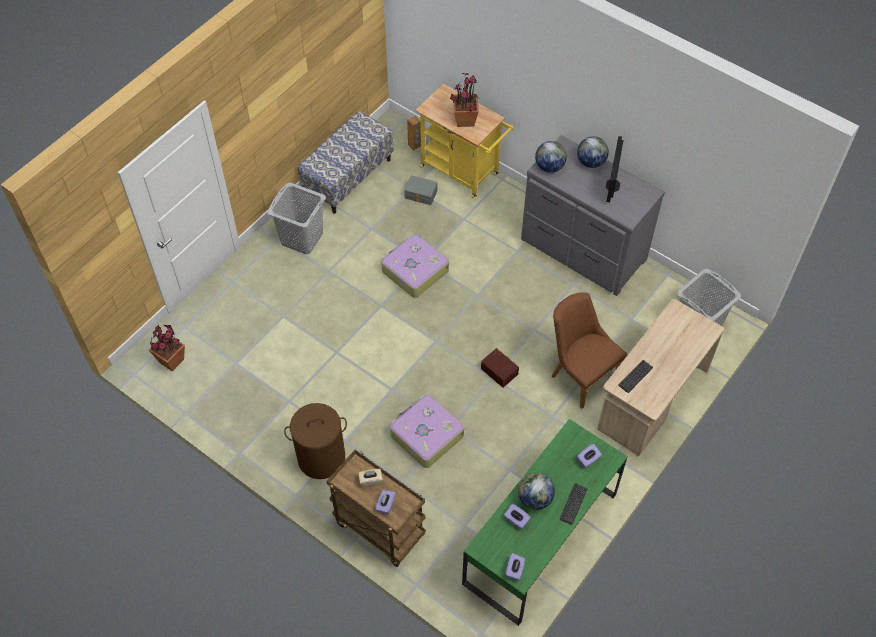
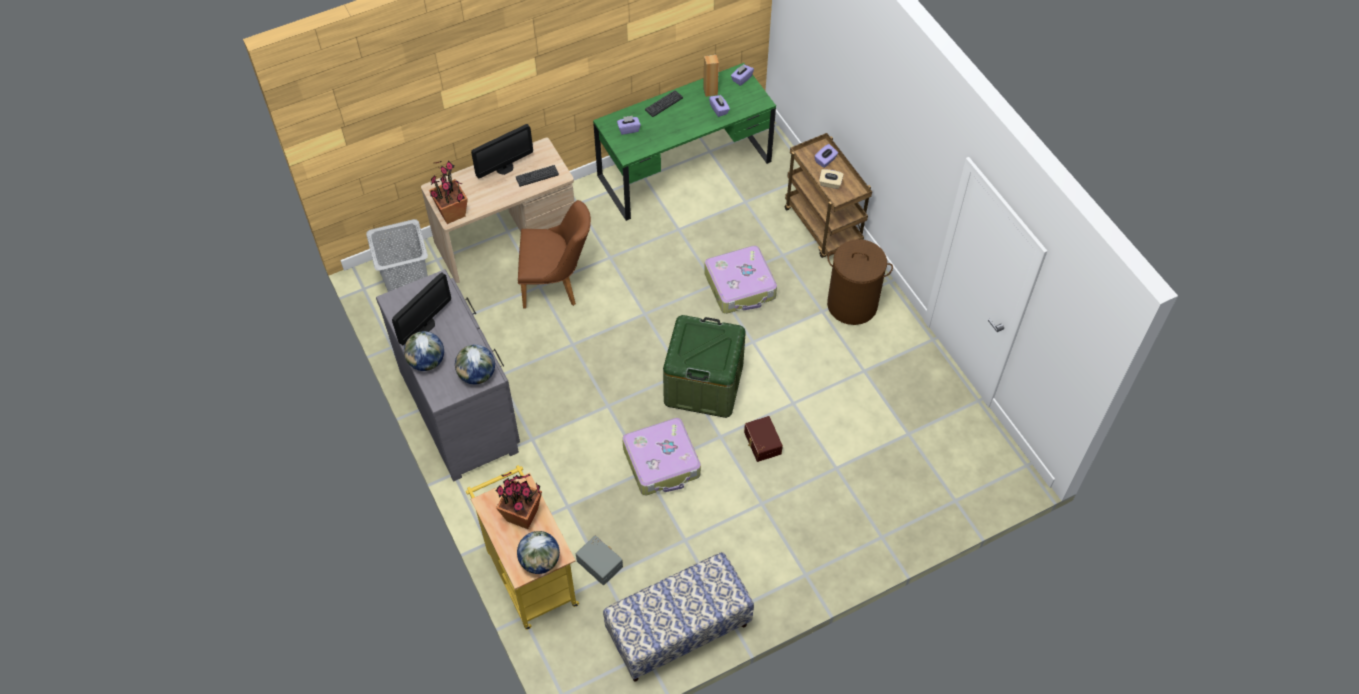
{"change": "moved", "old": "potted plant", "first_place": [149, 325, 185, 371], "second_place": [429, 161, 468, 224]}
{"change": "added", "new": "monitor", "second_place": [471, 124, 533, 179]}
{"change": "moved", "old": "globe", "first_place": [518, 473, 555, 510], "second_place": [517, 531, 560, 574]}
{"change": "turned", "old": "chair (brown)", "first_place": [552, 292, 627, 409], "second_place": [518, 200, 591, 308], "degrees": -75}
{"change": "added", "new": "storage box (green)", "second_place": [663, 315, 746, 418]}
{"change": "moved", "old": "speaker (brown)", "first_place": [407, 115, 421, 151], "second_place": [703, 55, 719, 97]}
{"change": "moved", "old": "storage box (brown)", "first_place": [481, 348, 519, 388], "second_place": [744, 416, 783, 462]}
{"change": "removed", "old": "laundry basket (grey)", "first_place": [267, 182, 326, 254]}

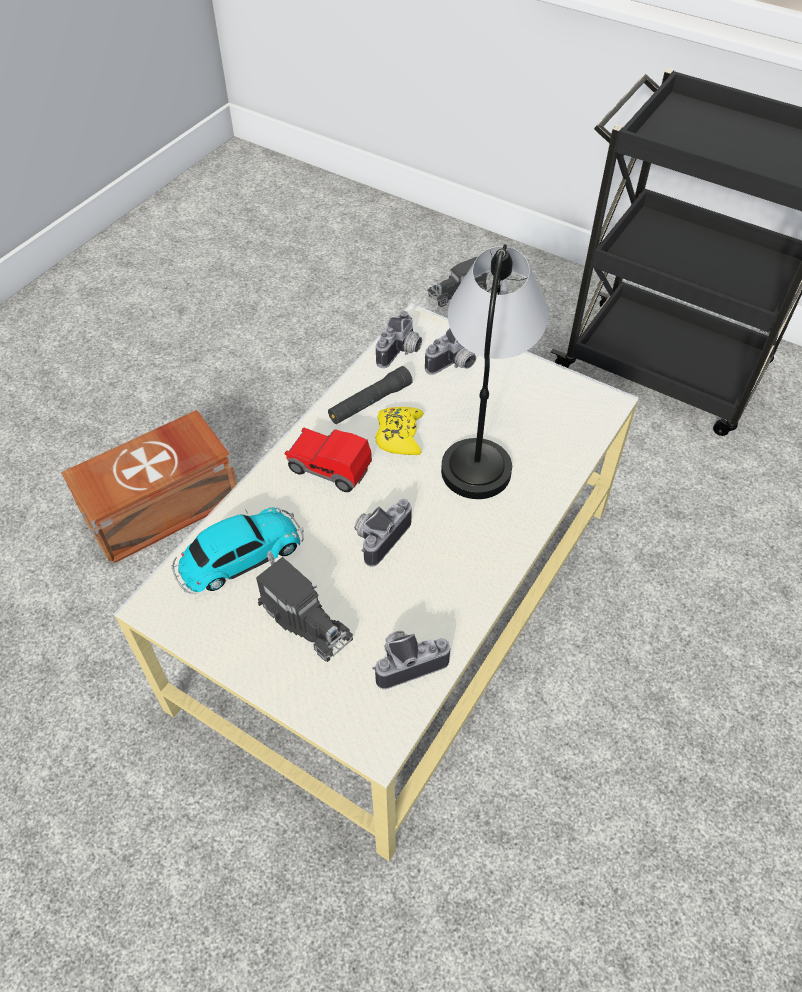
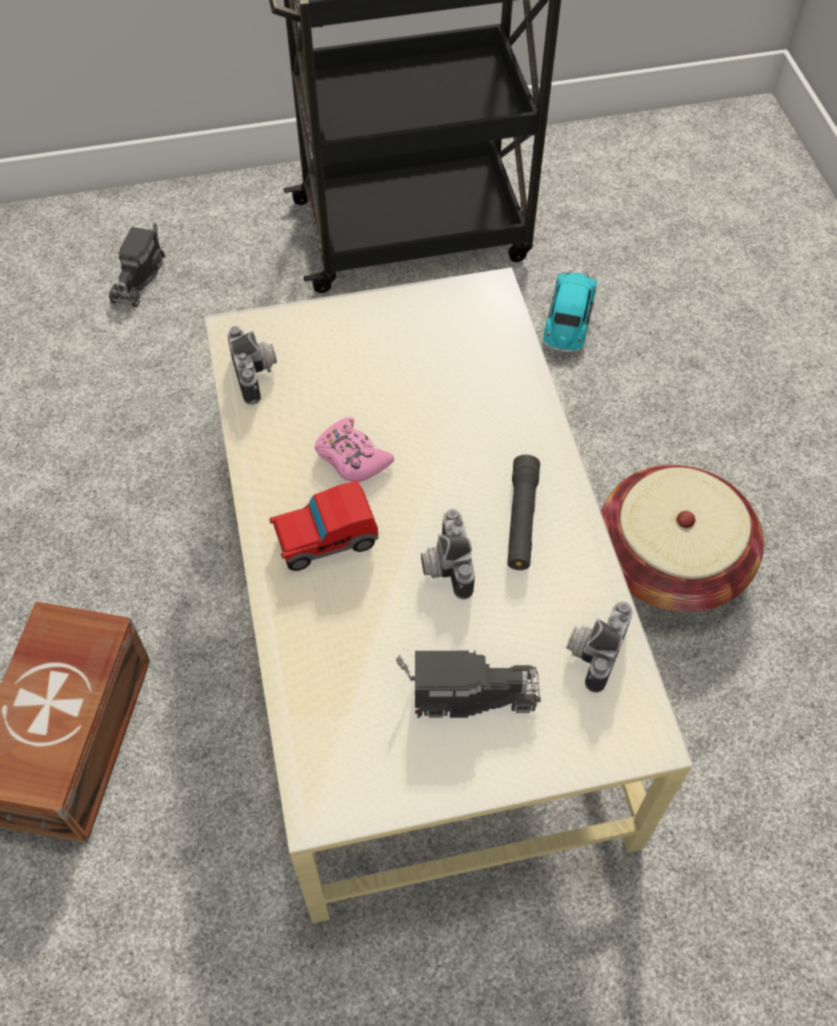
{"change": "recoloured", "old": "game controller (yellow)", "new": "game controller (pink)", "first_place": [375, 407, 424, 455], "second_place": [314, 417, 394, 482]}
{"change": "moved", "old": "flashlight (black)", "first_place": [328, 366, 413, 424], "second_place": [507, 455, 540, 570]}
{"change": "moved", "old": "toy car", "first_place": [171, 508, 304, 594], "second_place": [543, 270, 597, 353]}
{"change": "added", "new": "basket", "second_place": [601, 465, 764, 612]}
{"change": "removed", "old": "photo camera", "first_place": [425, 328, 476, 375]}
{"change": "removed", "old": "table lamp", "first_place": [441, 244, 548, 499]}

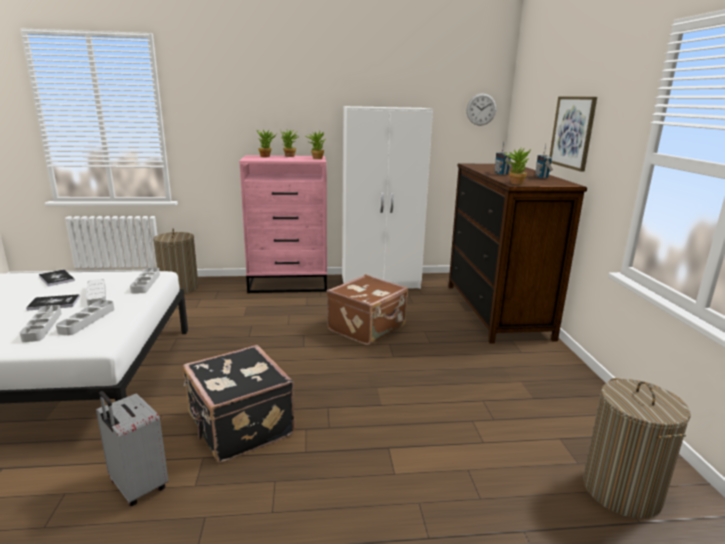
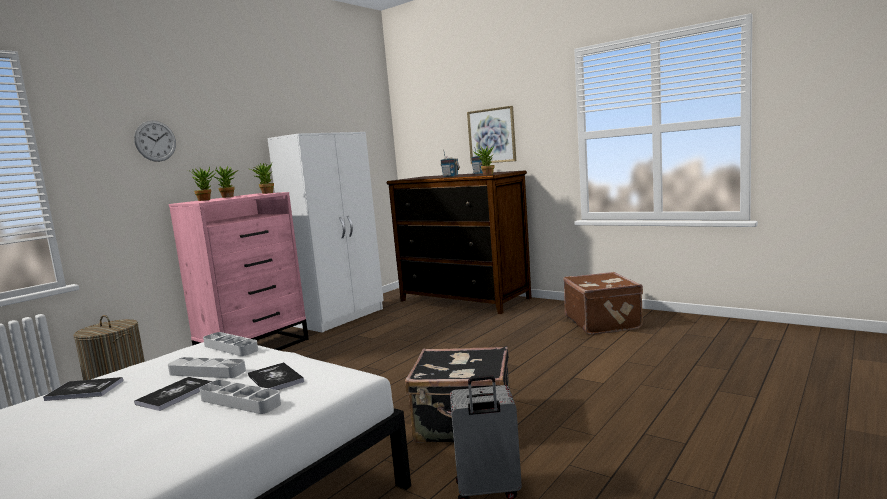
{"change": "moved", "old": "wall clock", "first_place": [467, 93, 496, 126], "second_place": [134, 120, 176, 162]}
{"change": "replaced", "old": "tray (grey)", "new": "book", "first_place": [56, 300, 114, 335], "second_place": [248, 362, 304, 390]}
{"change": "moved", "old": "suitcase (brown)", "first_place": [326, 275, 408, 345], "second_place": [563, 272, 643, 334]}
{"change": "removed", "old": "laundry basket", "first_place": [583, 378, 691, 518]}

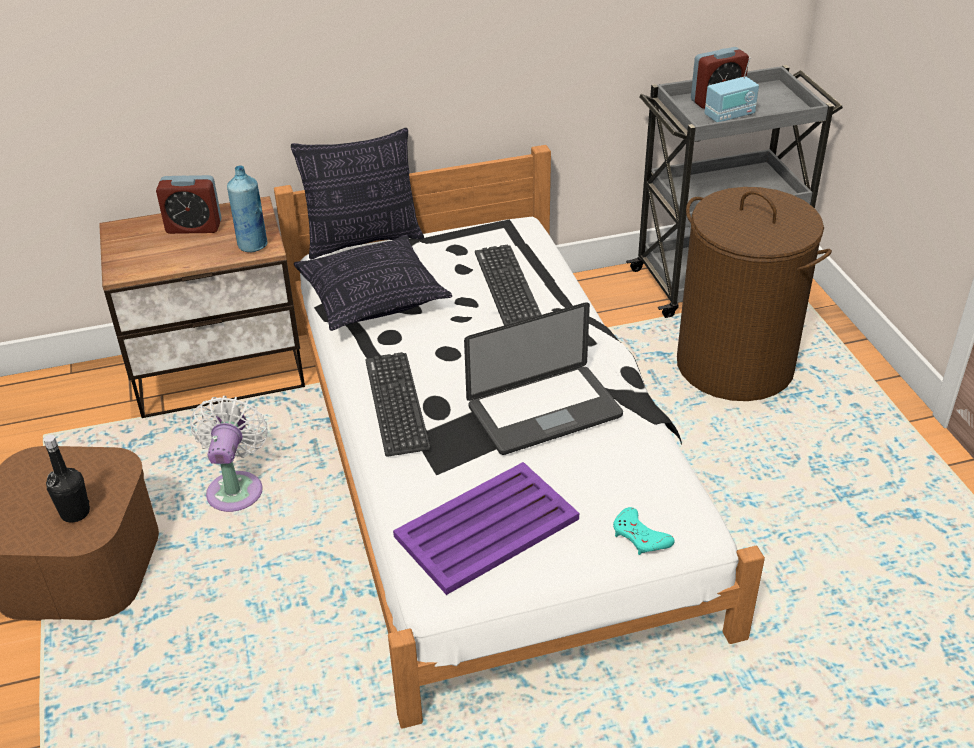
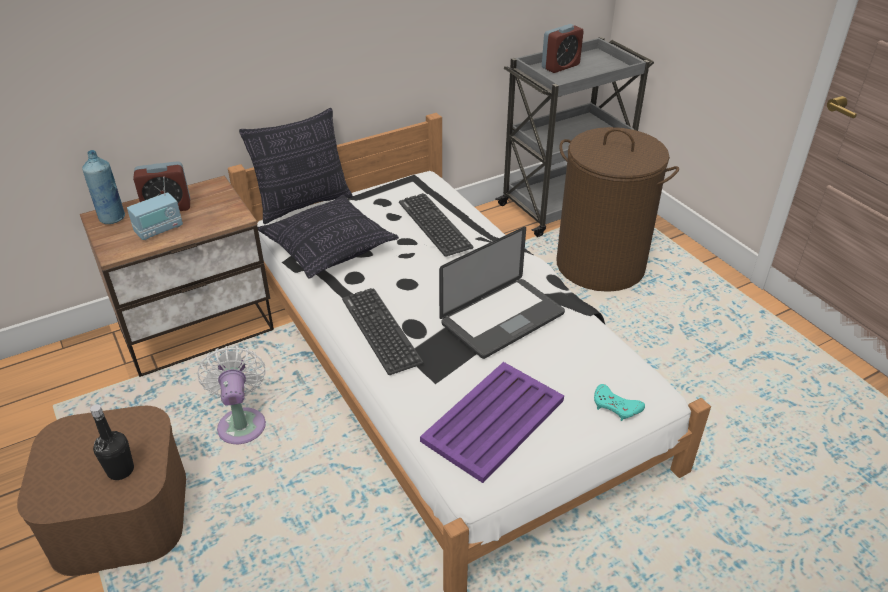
{"change": "moved", "old": "bottle (blue)", "first_place": [227, 165, 267, 252], "second_place": [82, 150, 125, 224]}
{"change": "moved", "old": "radio", "first_place": [705, 57, 759, 122], "second_place": [127, 177, 183, 240]}

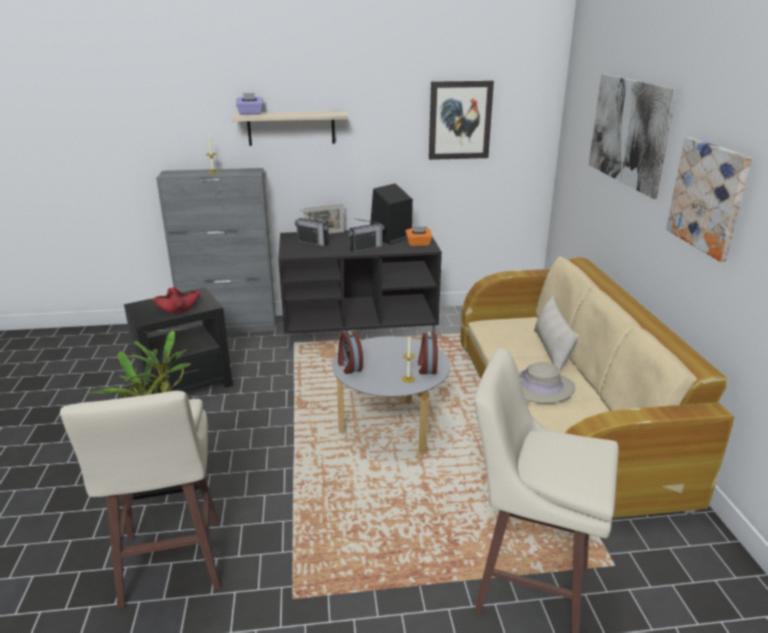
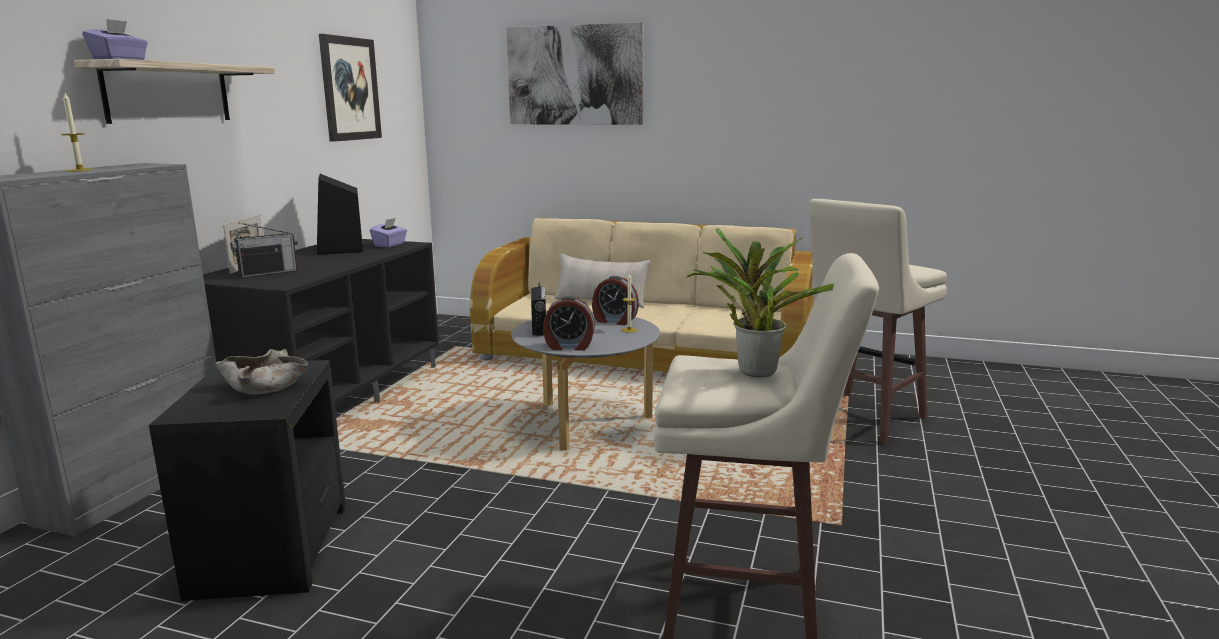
{"change": "recoloured", "old": "bowl (red)", "new": "bowl (beige)", "first_place": [152, 287, 201, 313], "second_place": [215, 349, 308, 395]}
{"change": "recoloured", "old": "tissue box (orange)", "new": "tissue box (purple)", "first_place": [406, 226, 432, 246], "second_place": [370, 218, 407, 247]}
{"change": "moved", "old": "radio", "first_place": [348, 219, 384, 252], "second_place": [531, 282, 547, 336]}
{"change": "removed", "old": "hat (beige)", "first_place": [519, 362, 575, 403]}
{"change": "removed", "old": "picture", "first_place": [666, 137, 752, 261]}

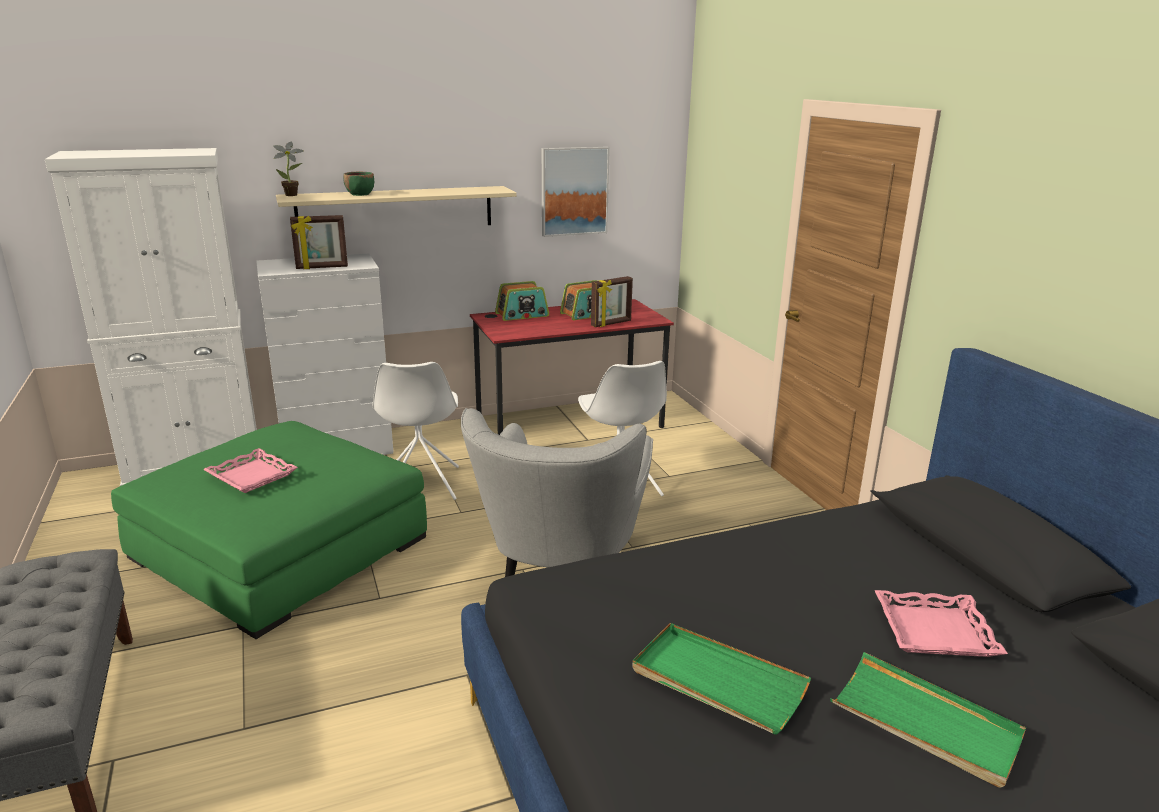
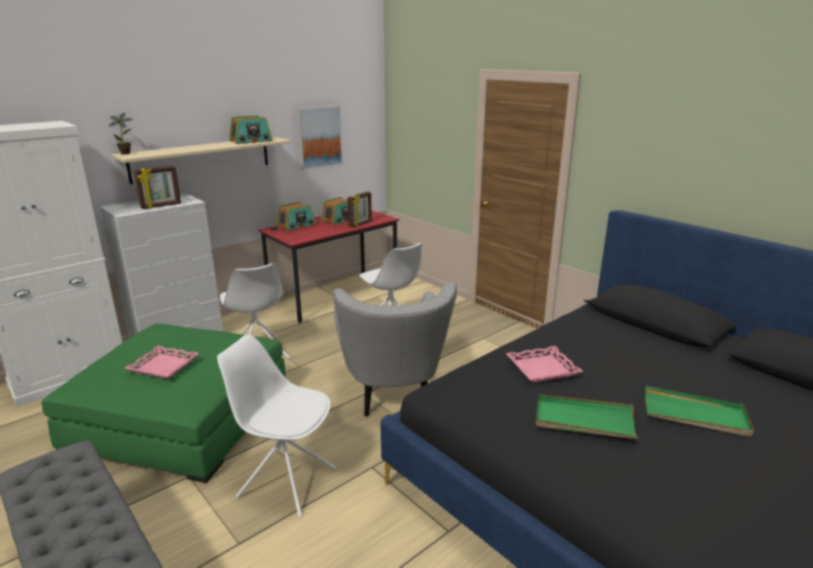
{"change": "added", "new": "chair (white)", "second_place": [217, 335, 336, 518]}
{"change": "added", "new": "radio", "second_place": [229, 115, 273, 144]}
{"change": "moved", "old": "tray (pink)", "first_place": [875, 590, 1008, 657], "second_place": [506, 346, 583, 383]}
{"change": "removed", "old": "bowl (green)", "first_place": [343, 172, 374, 196]}

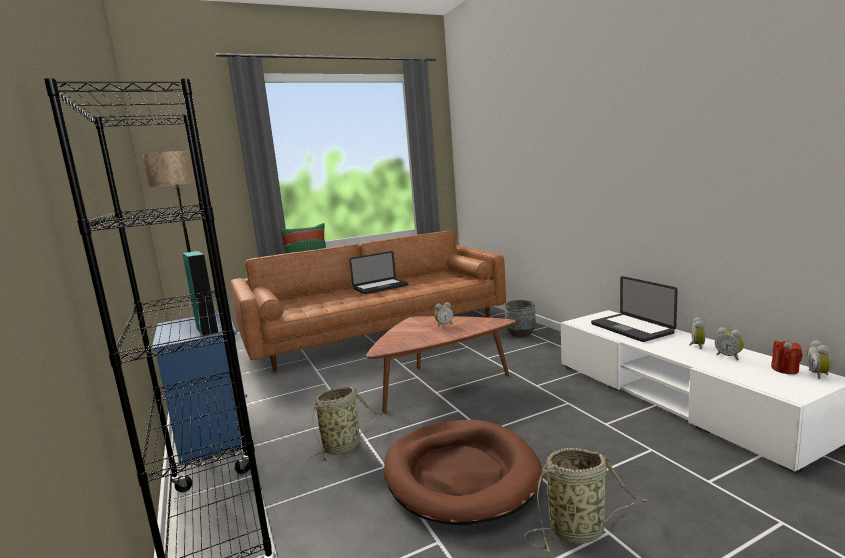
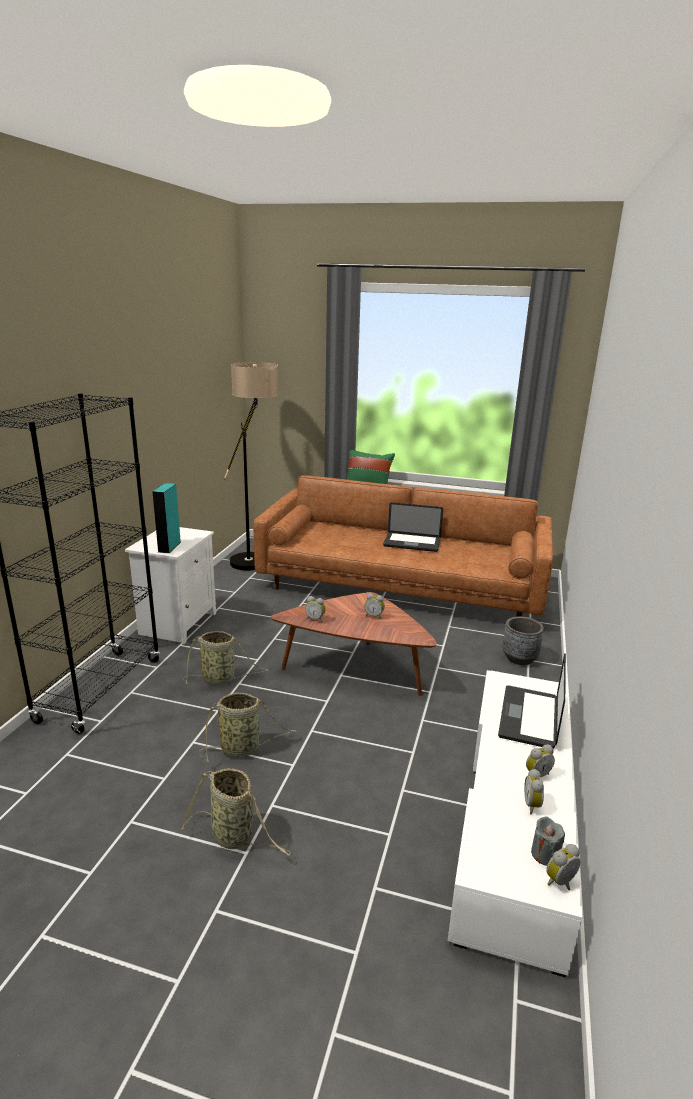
{"change": "recoloured", "old": "nightstand (blue)", "new": "nightstand (white)", "first_place": [152, 312, 252, 464], "second_place": [125, 527, 216, 644]}
{"change": "replaced", "old": "dog bed (brown)", "new": "basket", "first_place": [384, 420, 543, 525], "second_place": [199, 693, 297, 762]}
{"change": "added", "new": "alarm clock", "second_place": [305, 596, 326, 622]}
{"change": "recoloured", "old": "candle (red)", "new": "candle (grey)", "first_place": [771, 340, 803, 374], "second_place": [531, 816, 565, 866]}

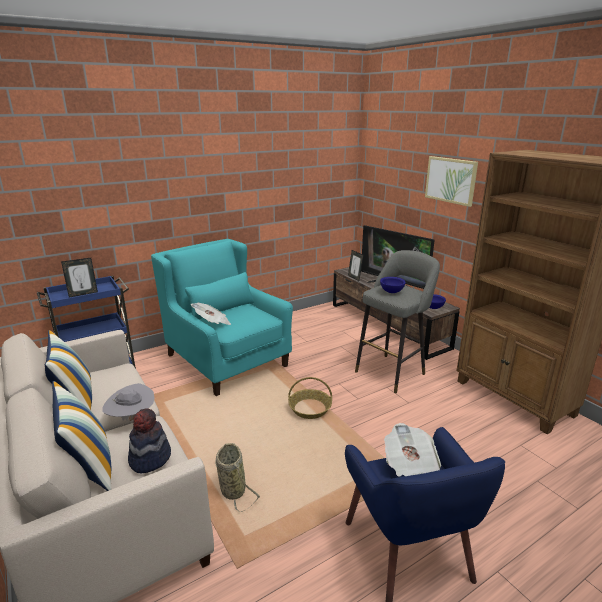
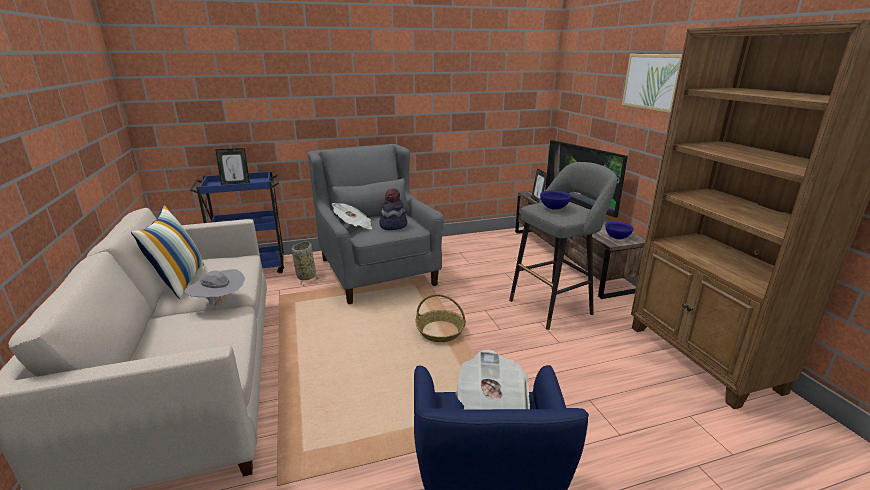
{"change": "moved", "old": "basket", "first_place": [215, 443, 261, 512], "second_place": [292, 241, 319, 286]}
{"change": "recoloured", "old": "armchair (turquoise)", "new": "armchair (grey)", "first_place": [151, 239, 293, 396], "second_place": [308, 144, 444, 304]}
{"change": "moved", "old": "hat", "first_place": [128, 409, 171, 473], "second_place": [379, 188, 407, 230]}
{"change": "removed", "old": "pillow", "first_place": [52, 381, 111, 491]}

